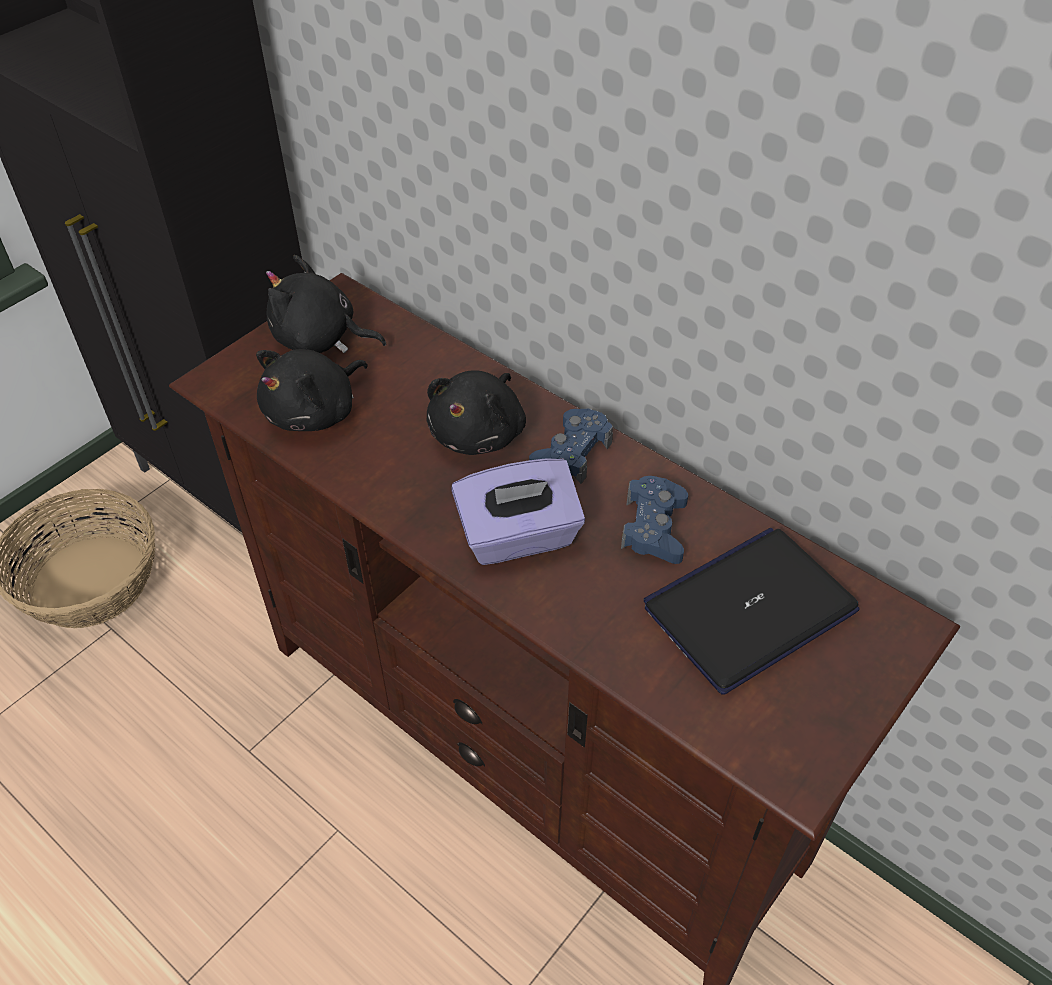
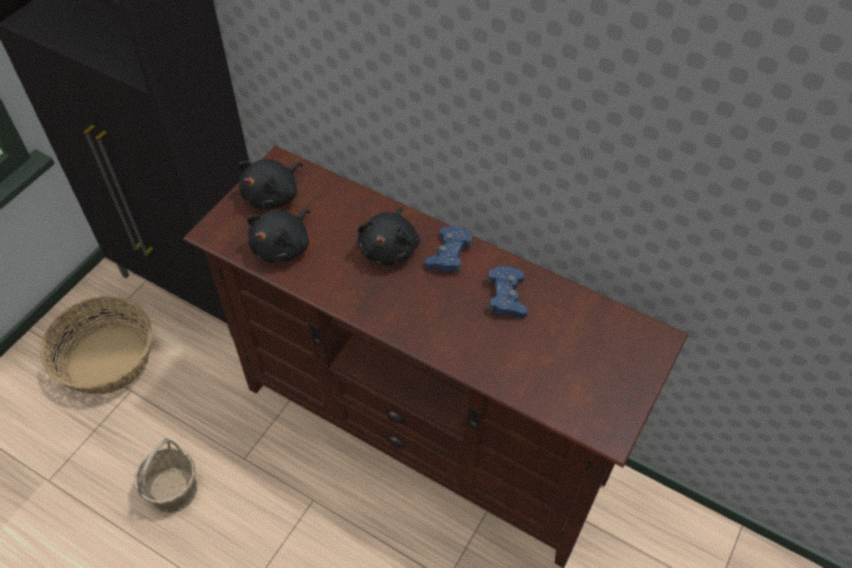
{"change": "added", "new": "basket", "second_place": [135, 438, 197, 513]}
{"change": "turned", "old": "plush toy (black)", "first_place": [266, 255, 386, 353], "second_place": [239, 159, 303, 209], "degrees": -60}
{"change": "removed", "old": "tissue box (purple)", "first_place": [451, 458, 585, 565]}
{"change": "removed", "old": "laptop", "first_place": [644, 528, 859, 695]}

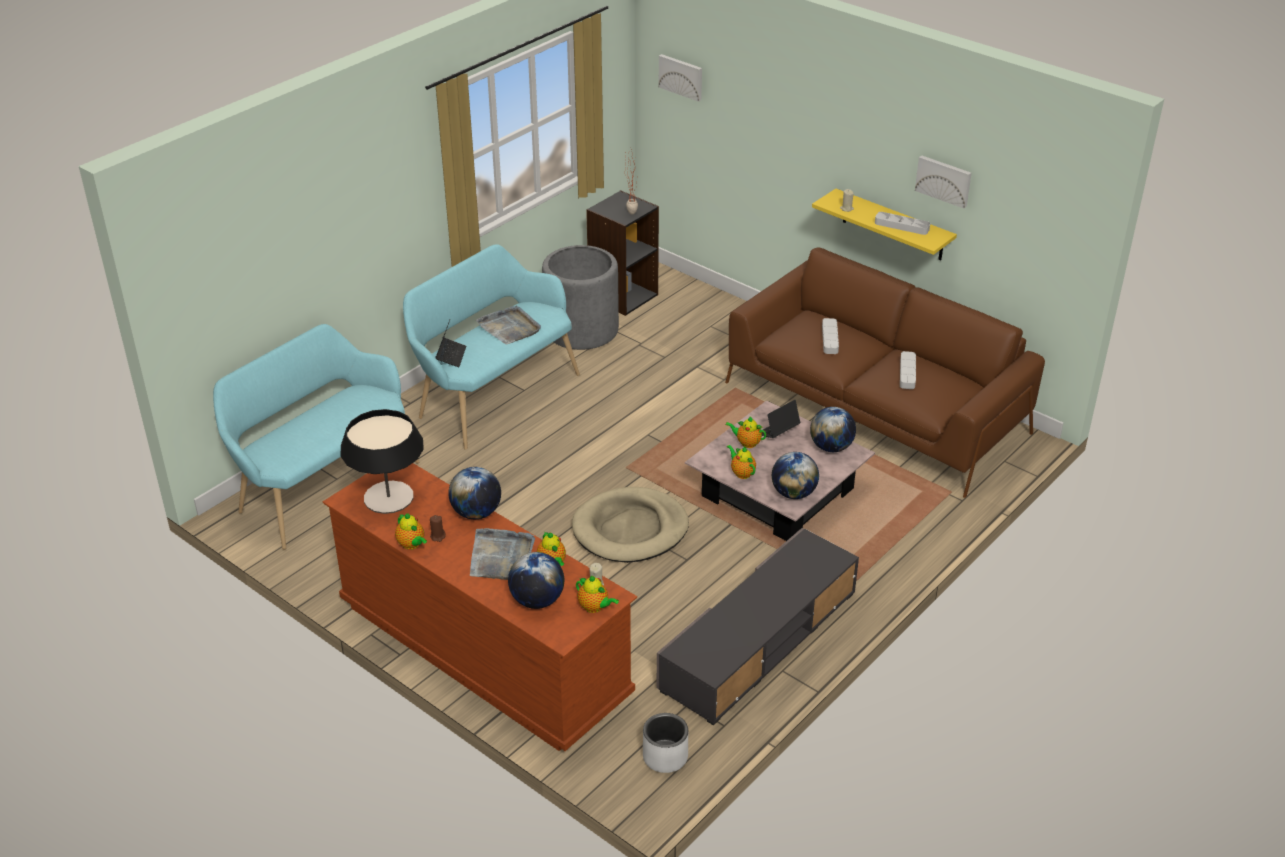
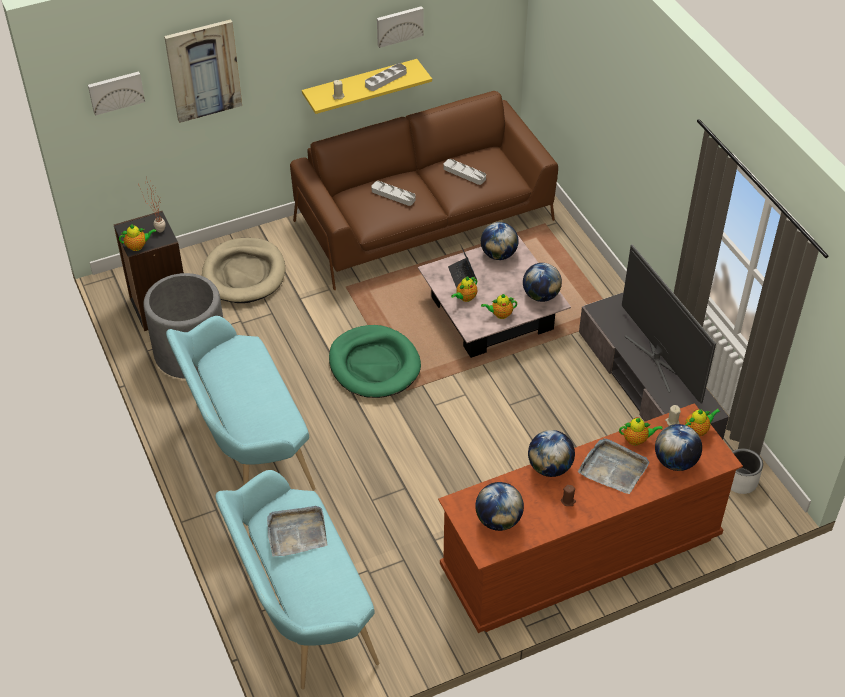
{"change": "moved", "old": "teapot", "first_place": [395, 513, 427, 550], "second_place": [119, 225, 156, 251]}
{"change": "added", "new": "picture", "second_place": [164, 19, 242, 123]}
{"change": "moved", "old": "dog bed (beige)", "first_place": [572, 487, 689, 563], "second_place": [202, 238, 285, 303]}
{"change": "moved", "old": "tray (grey)", "first_place": [475, 305, 541, 345], "second_place": [267, 506, 327, 557]}
{"change": "added", "new": "dog bed (green)", "second_place": [329, 325, 421, 398]}
{"change": "replaced", "old": "table lamp", "new": "globe", "first_place": [341, 409, 424, 514], "second_place": [475, 482, 524, 531]}
{"change": "added", "new": "television", "second_place": [622, 244, 716, 403]}
{"change": "removed", "old": "laptop", "first_place": [435, 320, 466, 367]}

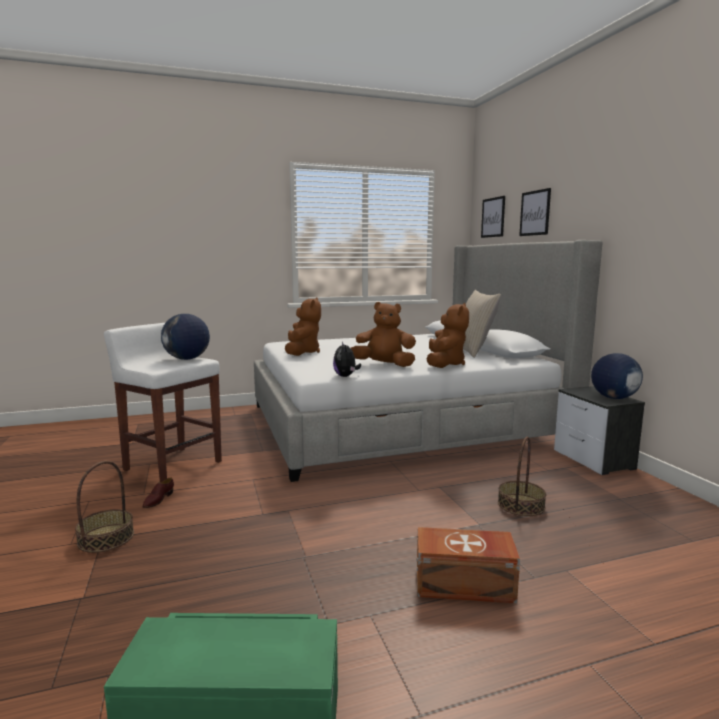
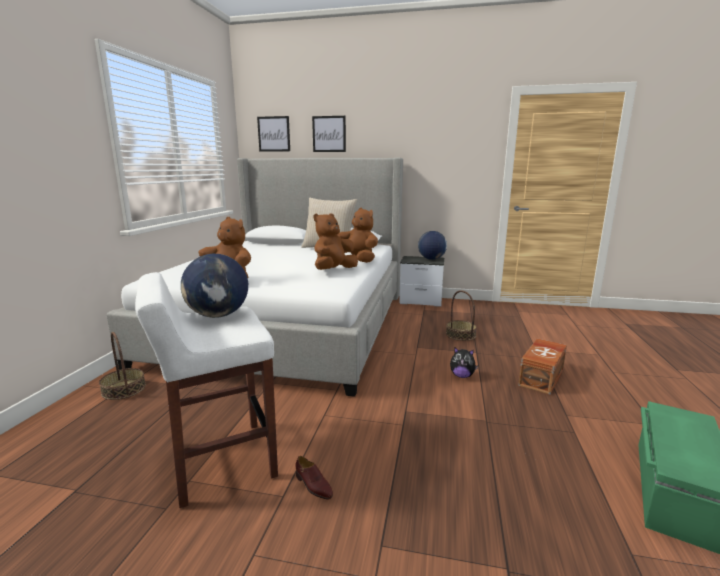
{"change": "moved", "old": "basket", "first_place": [75, 461, 134, 553], "second_place": [99, 332, 146, 400]}
{"change": "moved", "old": "plush toy", "first_place": [333, 342, 361, 377], "second_place": [450, 347, 478, 378]}

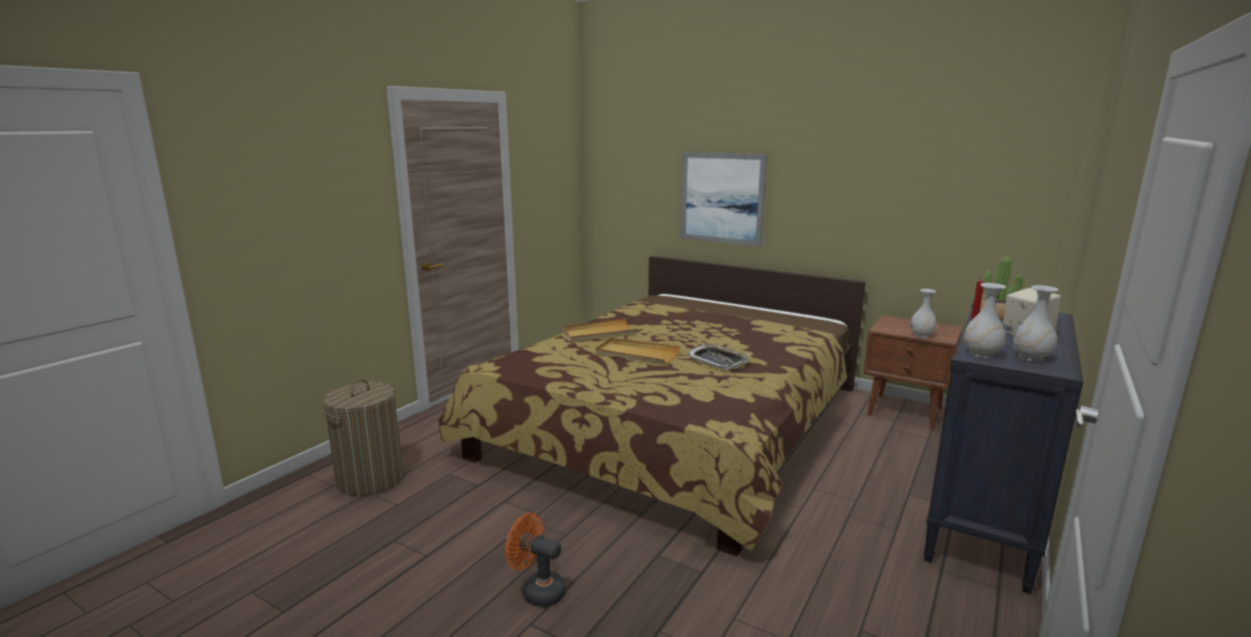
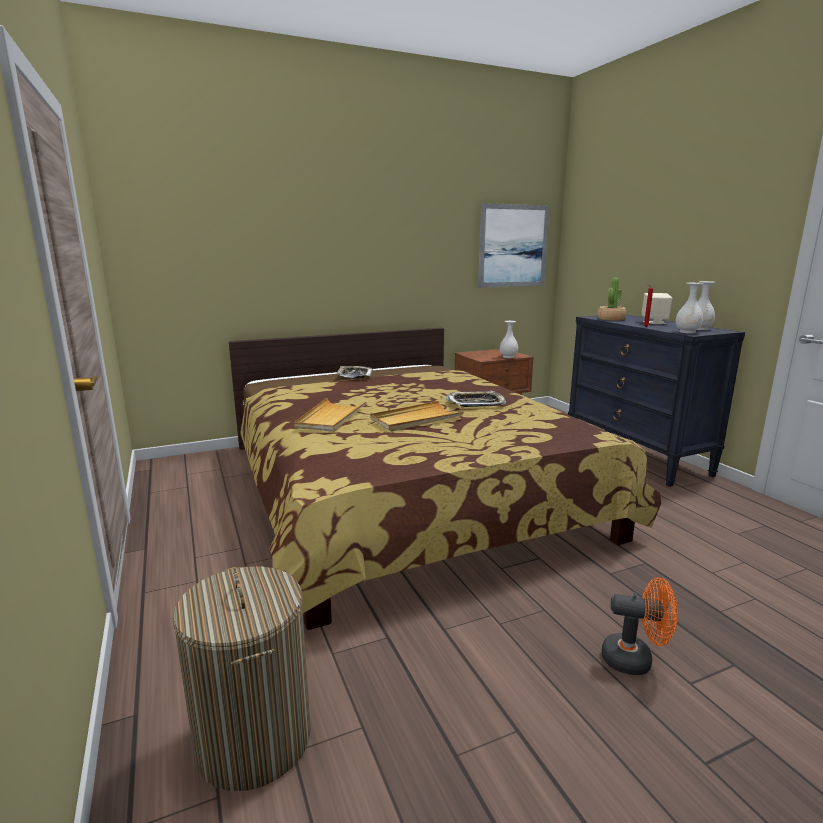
{"change": "added", "new": "tray", "second_place": [337, 366, 373, 379]}
{"change": "moved", "old": "picture", "first_place": [680, 152, 767, 246], "second_place": [478, 203, 550, 288]}
{"change": "turned", "old": "fan (orange)", "first_place": [505, 513, 566, 607], "second_place": [602, 577, 678, 675], "degrees": -135}

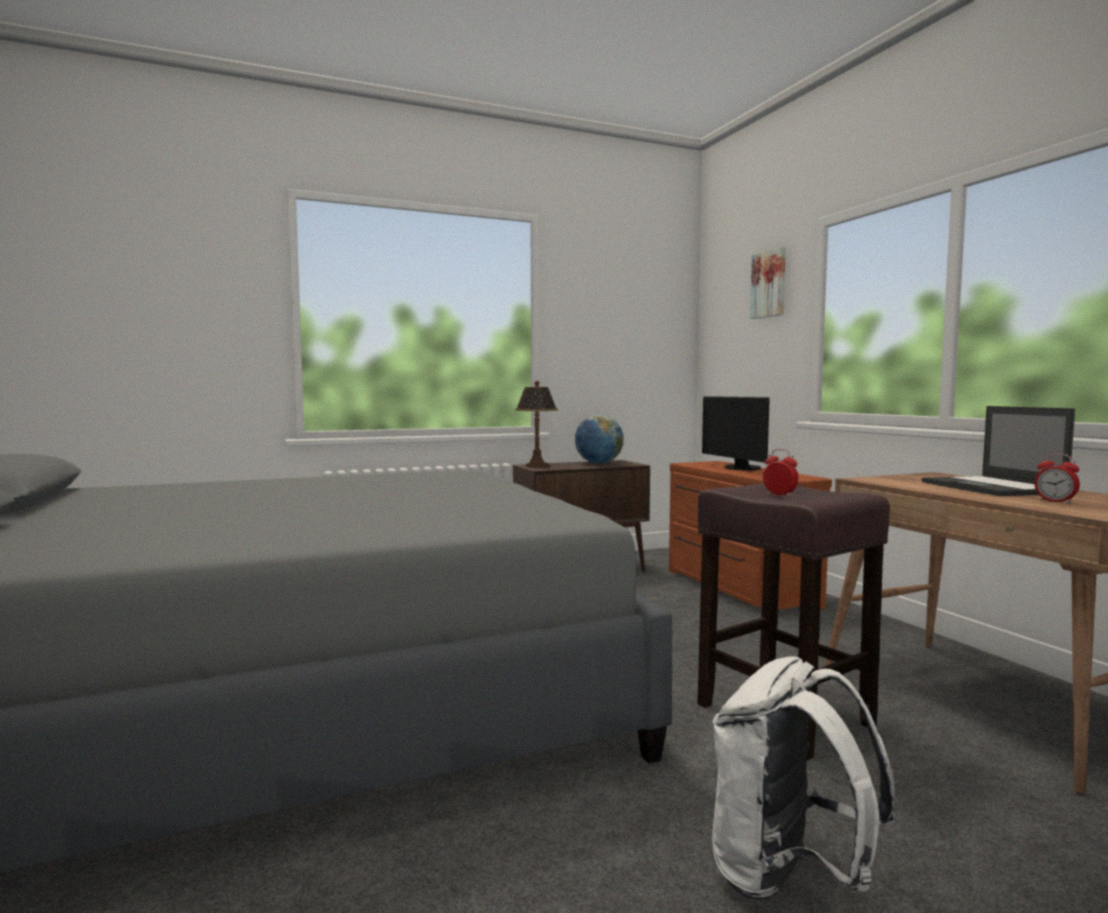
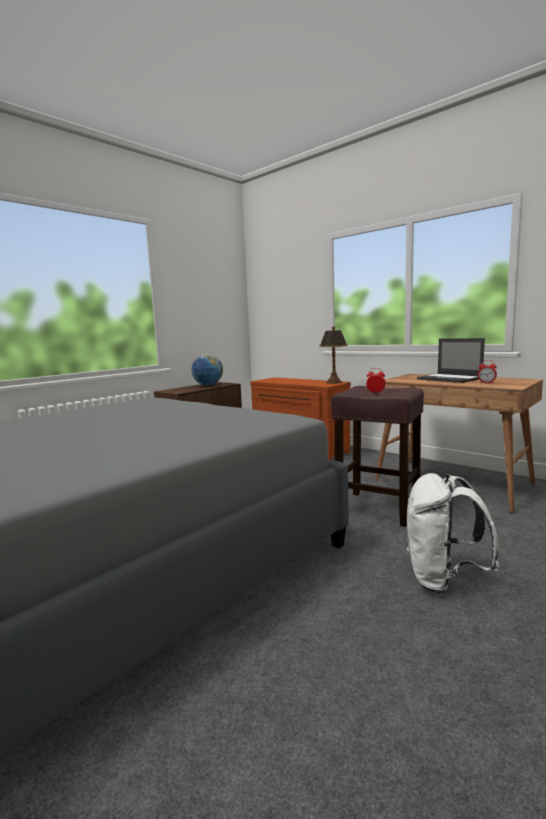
{"change": "moved", "old": "table lamp", "first_place": [515, 381, 558, 467], "second_place": [319, 326, 348, 384]}
{"change": "removed", "old": "monitor", "first_place": [702, 396, 770, 470]}
{"change": "removed", "old": "picture", "first_place": [750, 247, 786, 319]}

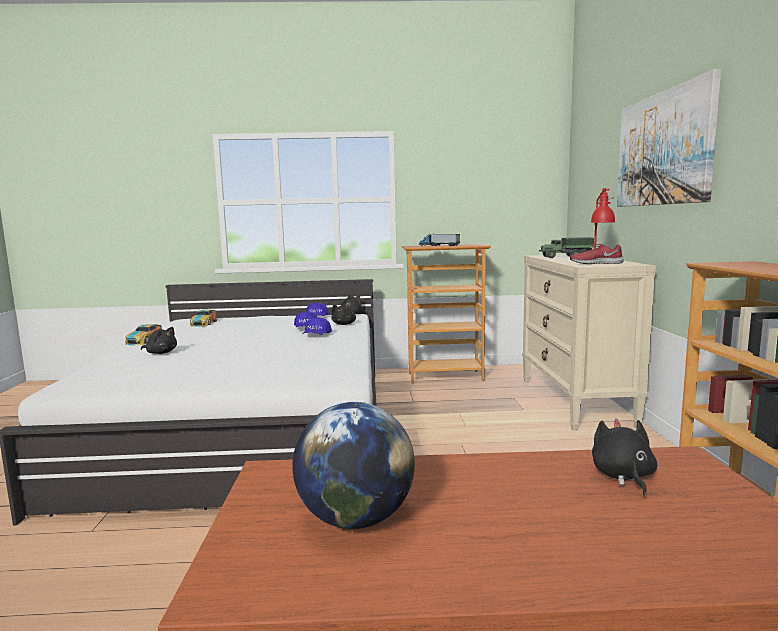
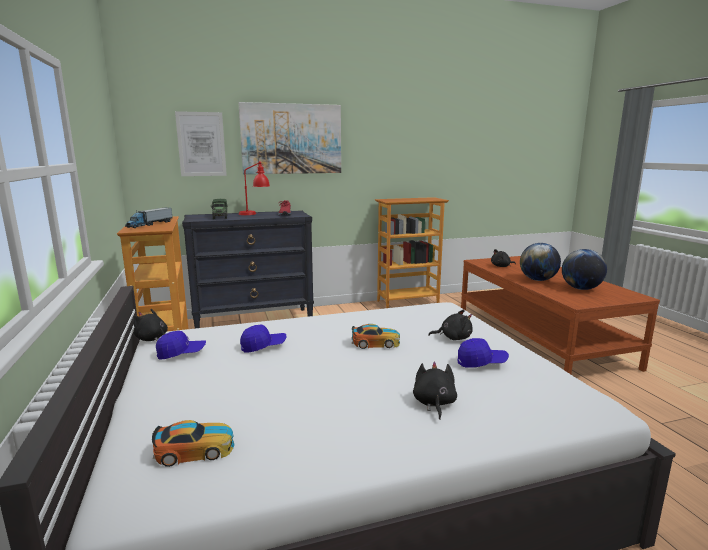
{"change": "added", "new": "picture", "second_place": [175, 111, 227, 176]}
{"change": "recoloured", "old": "dresser (beige)", "new": "dresser (black)", "first_place": [522, 255, 656, 431], "second_place": [182, 210, 314, 328]}
{"change": "moved", "old": "toy car", "first_place": [125, 325, 162, 346], "second_place": [351, 324, 400, 349]}
{"change": "moved", "old": "plush toy (black)", "first_place": [332, 305, 356, 325], "second_place": [428, 310, 473, 340]}
{"change": "moved", "old": "cap (blue)", "first_place": [302, 317, 332, 334], "second_place": [458, 338, 509, 368]}
{"change": "added", "new": "globe", "second_place": [520, 243, 561, 281]}

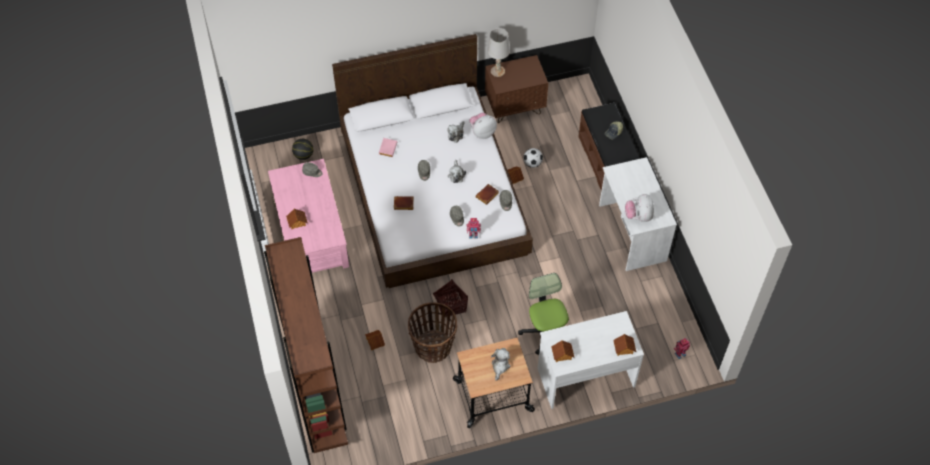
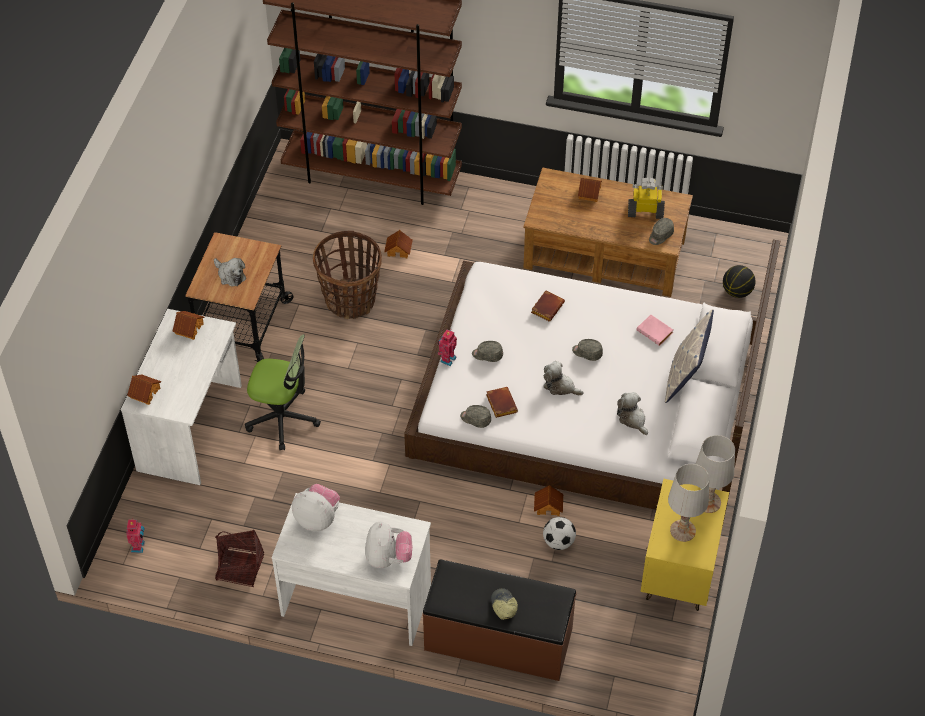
{"change": "moved", "old": "basket", "first_place": [433, 279, 468, 317], "second_place": [215, 530, 264, 587]}
{"change": "moved", "old": "plush toy", "first_place": [469, 112, 497, 139], "second_place": [365, 522, 412, 568]}
{"change": "recoloured", "old": "coffee table (pink)", "new": "coffee table (brown)", "first_place": [268, 159, 349, 273], "second_place": [523, 167, 693, 297]}
{"change": "added", "new": "toy robot", "second_place": [628, 177, 665, 219]}
{"change": "recoloured", "old": "nightstand (brown)", "new": "nightstand (yellow)", "first_place": [485, 55, 548, 123], "second_place": [640, 479, 729, 611]}
{"change": "added", "new": "pillow", "second_place": [665, 309, 714, 403]}
{"change": "added", "new": "table lamp (white)", "second_place": [668, 464, 709, 542]}

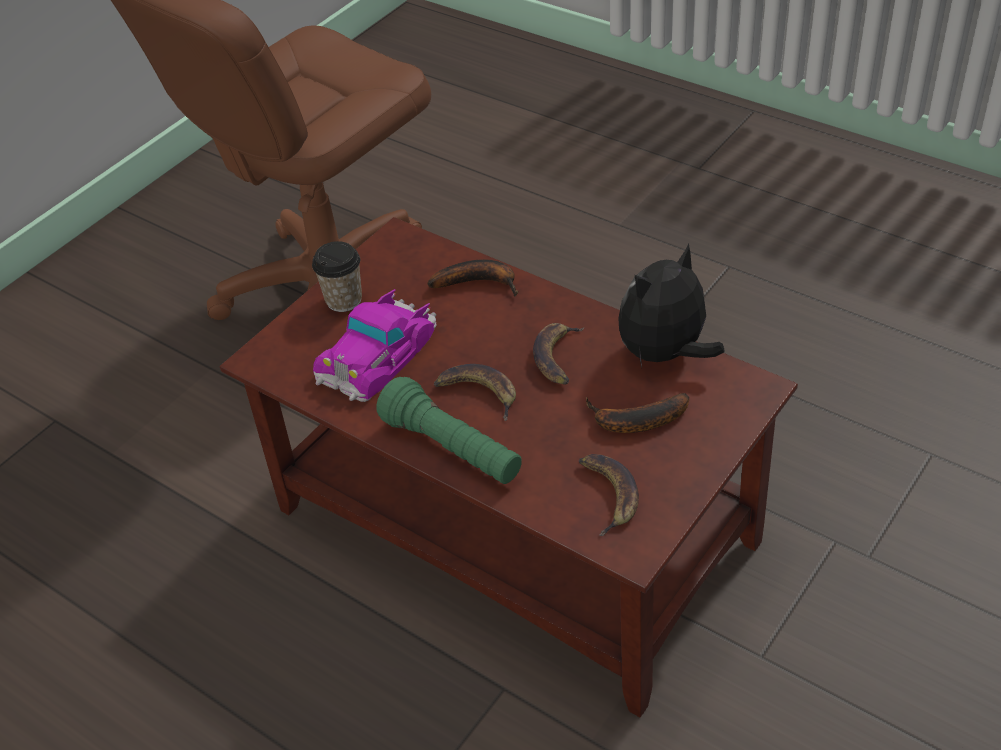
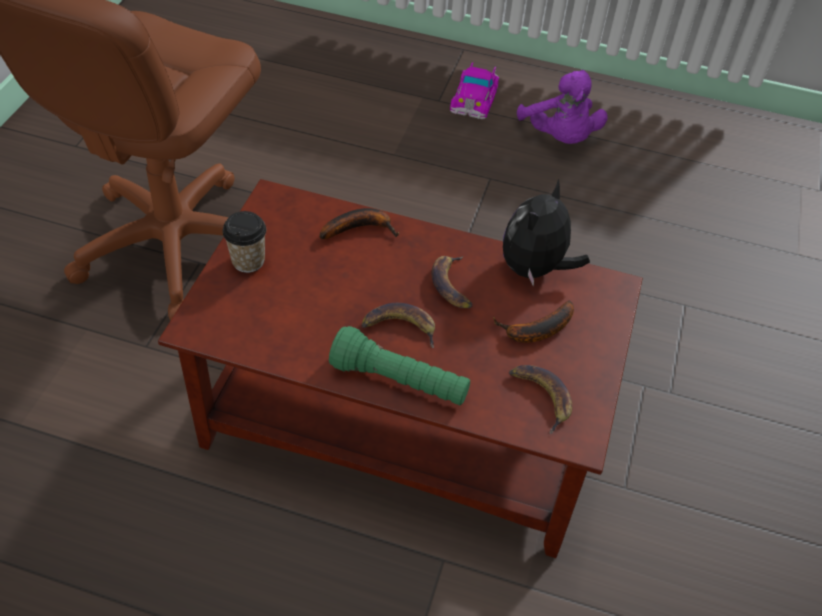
{"change": "moved", "old": "toy car", "first_place": [313, 289, 437, 402], "second_place": [450, 62, 499, 119]}
{"change": "added", "new": "plush toy (purple)", "second_place": [517, 70, 608, 144]}

